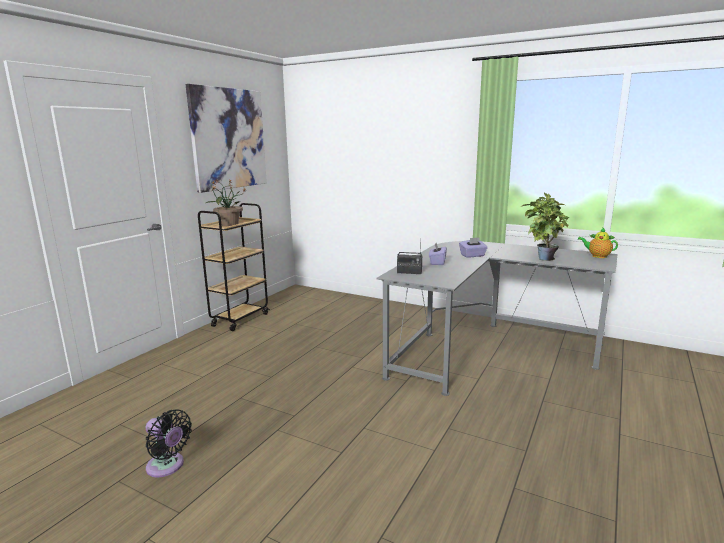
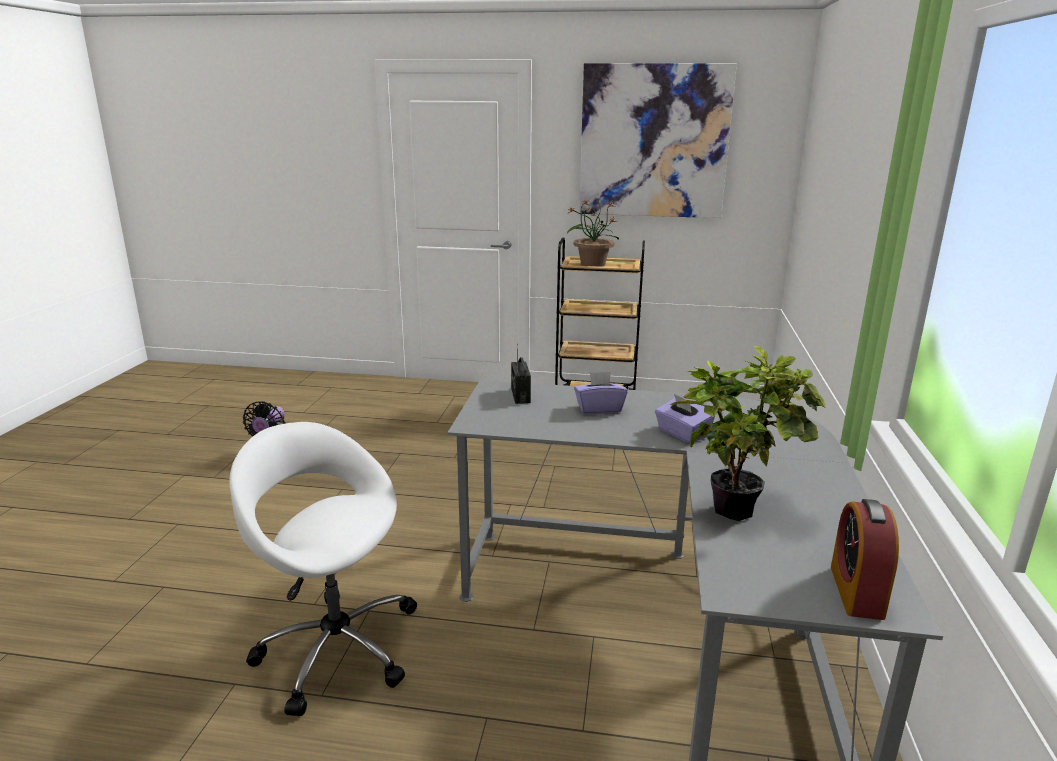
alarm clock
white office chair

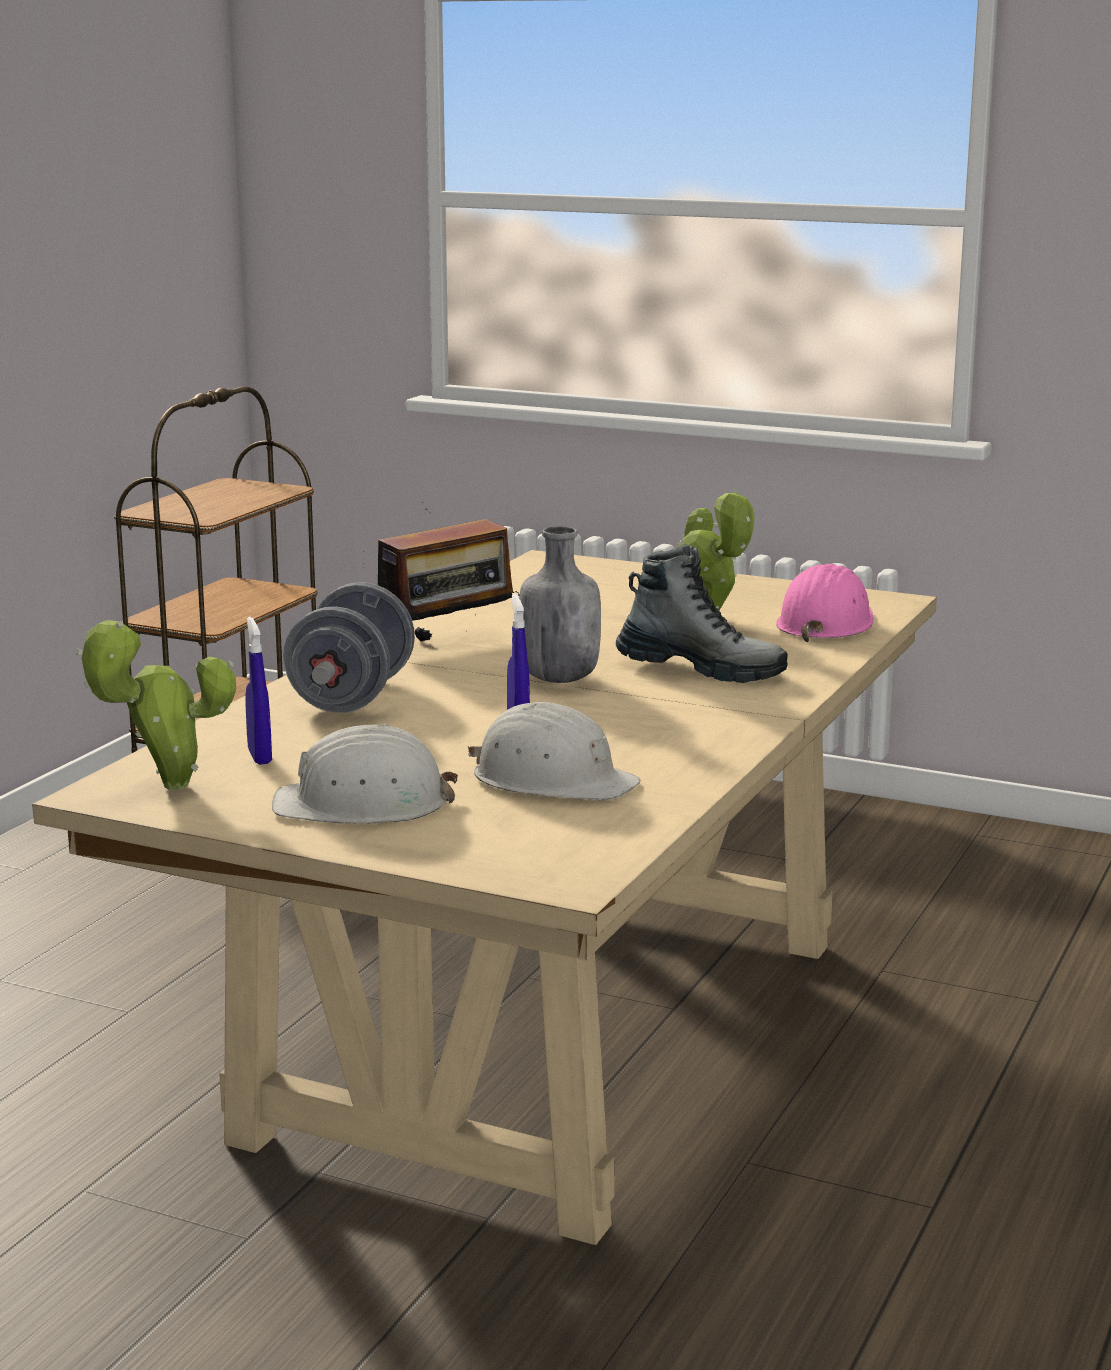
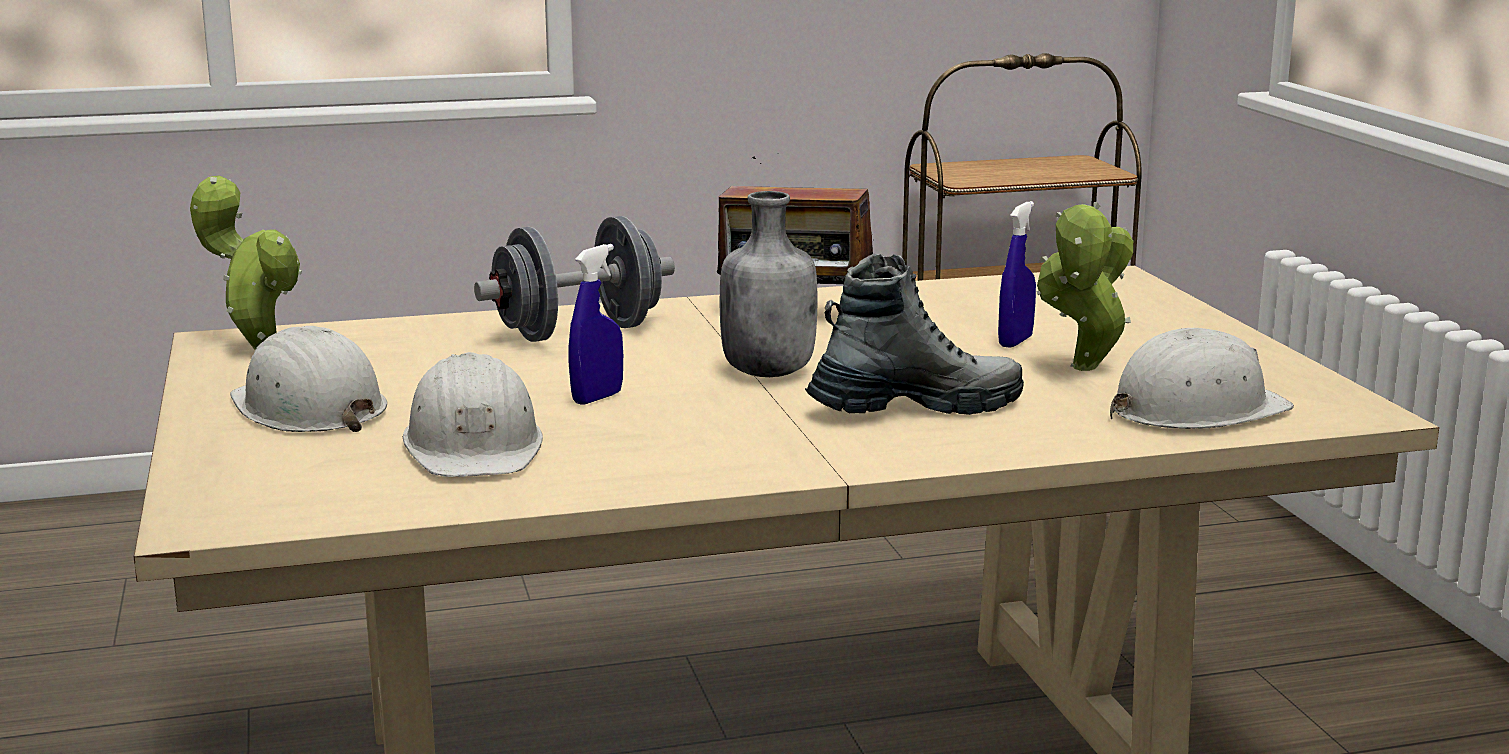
blue spray bottle (no. 2 from left)
boot
white hard hat (no. 3 from left)

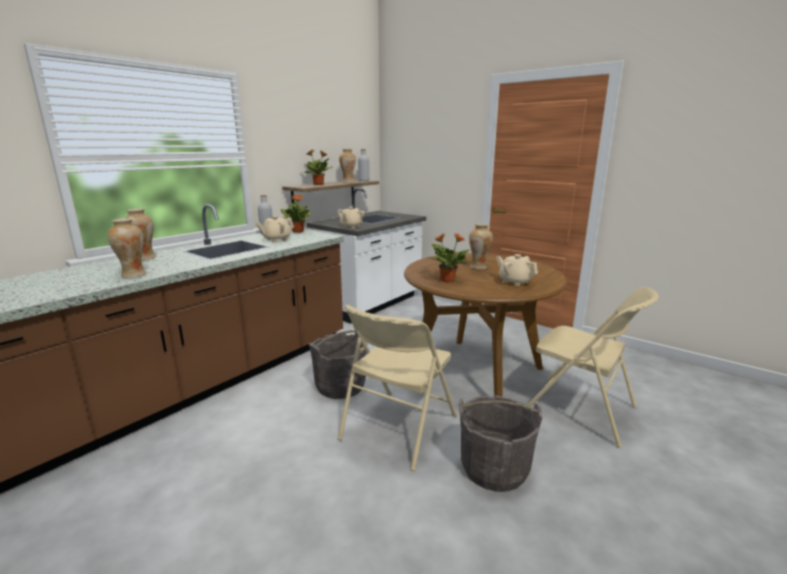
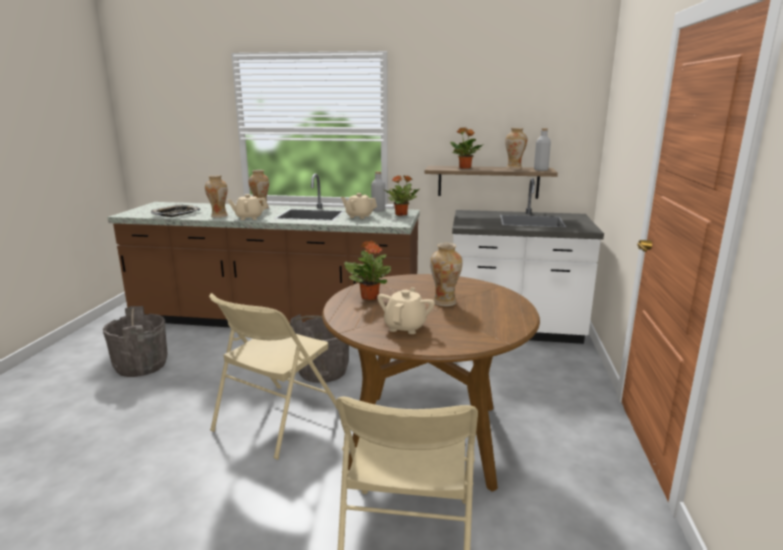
beige teapot (no. 1 from left)
beige chair (no. 1 from left)
grey bucket (no. 1 from left)
tray

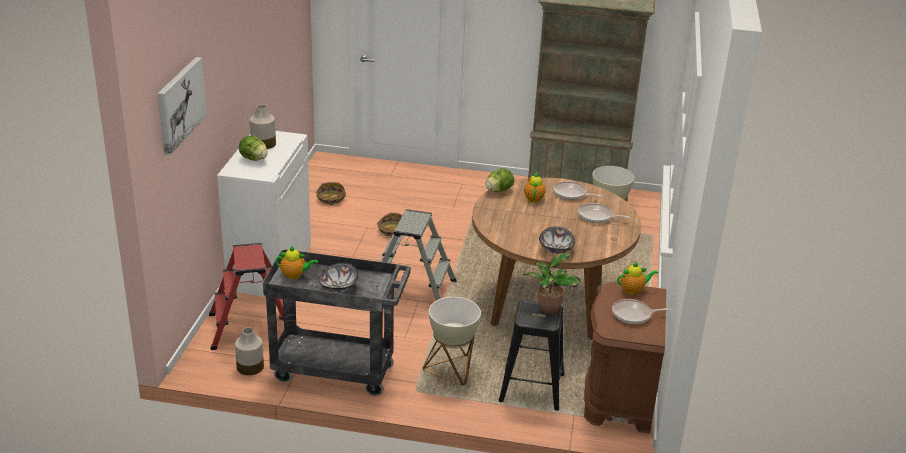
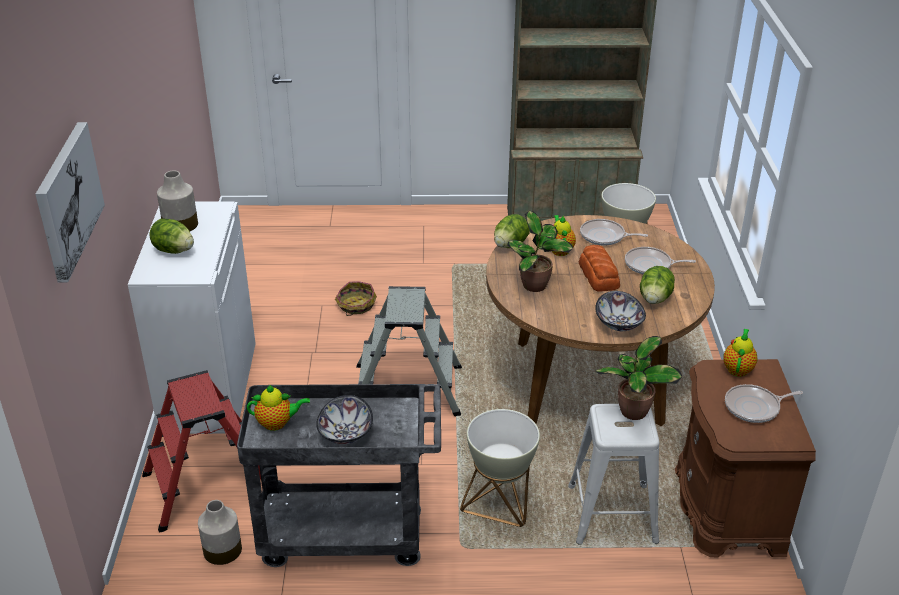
basket (no. 1 from left in the first image)
white stool
teapot (no. 3 from left)
potted plant (no. 1 from left)
bread
lettuce (no. 3 from left)

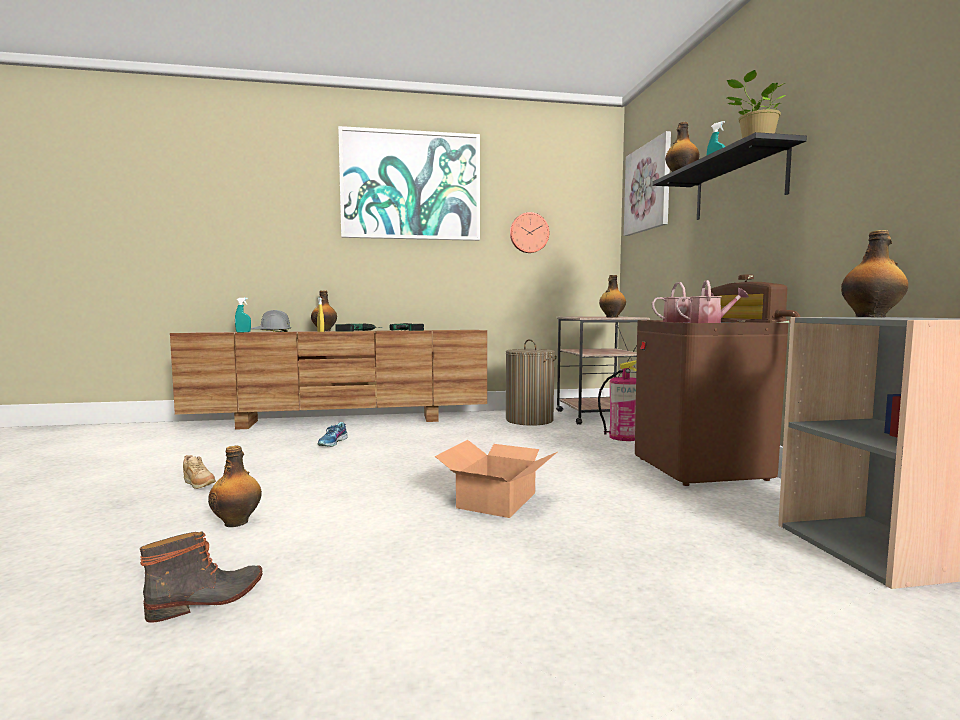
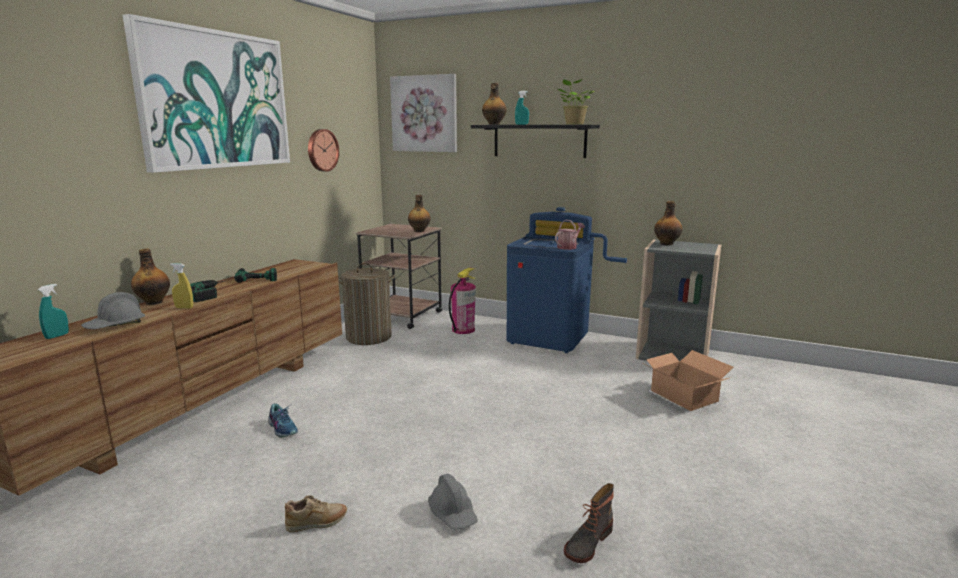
boot
grey hard hat (no. 2 from left)
cardboard box
blue washing machine
watering can (no. 1 from left in the first image)

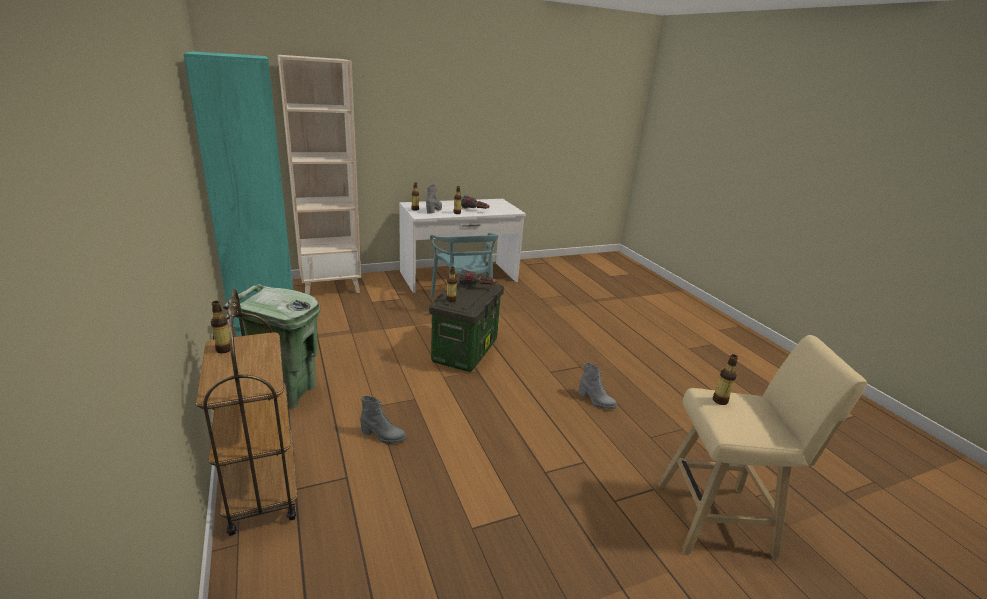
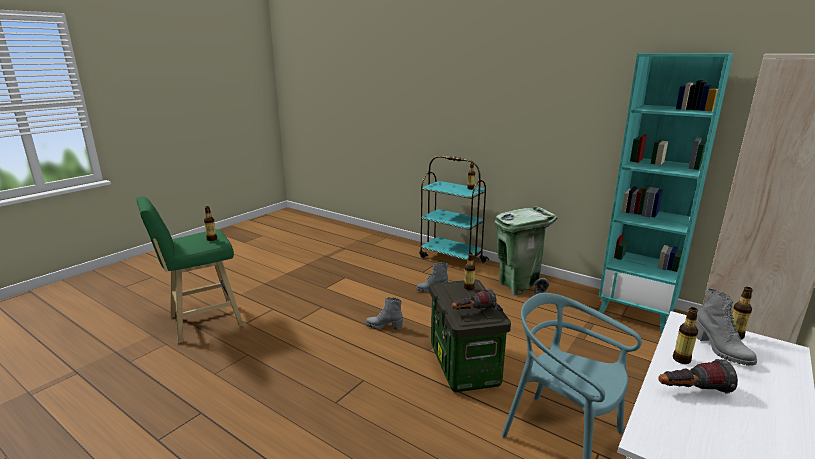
turquoise cart
grey boot (no. 1 from left)
green stool

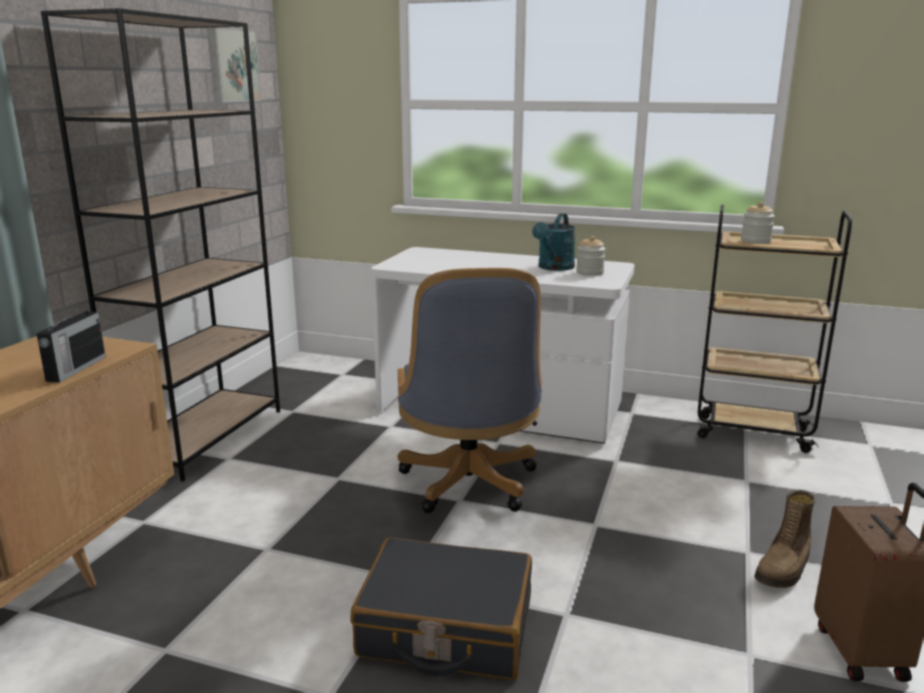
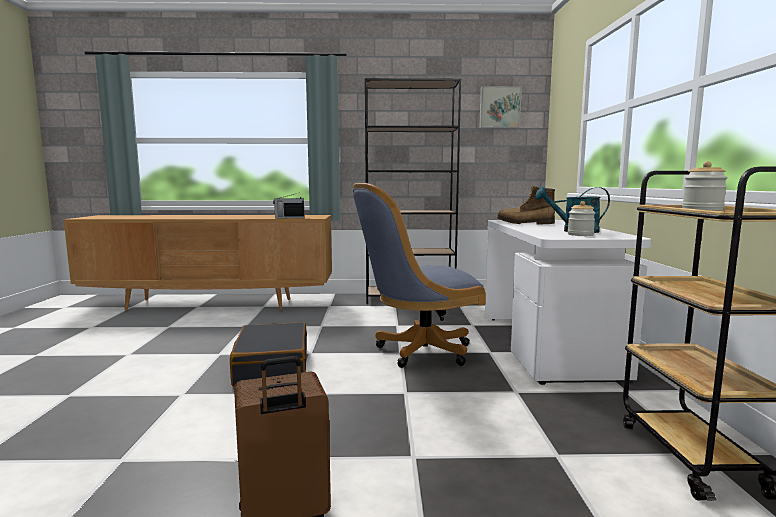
boot

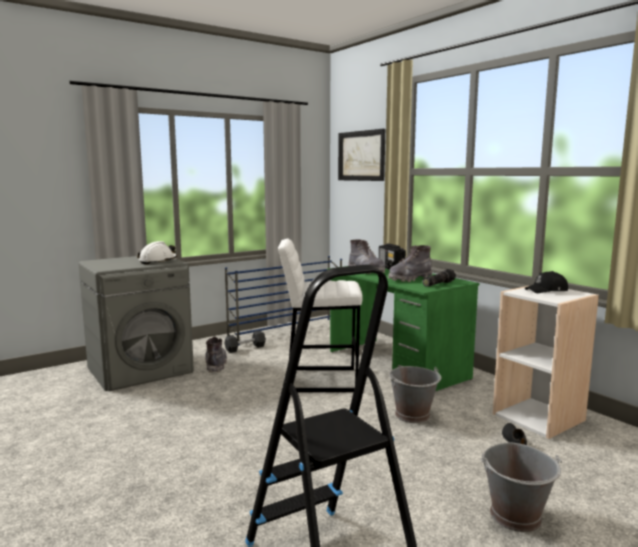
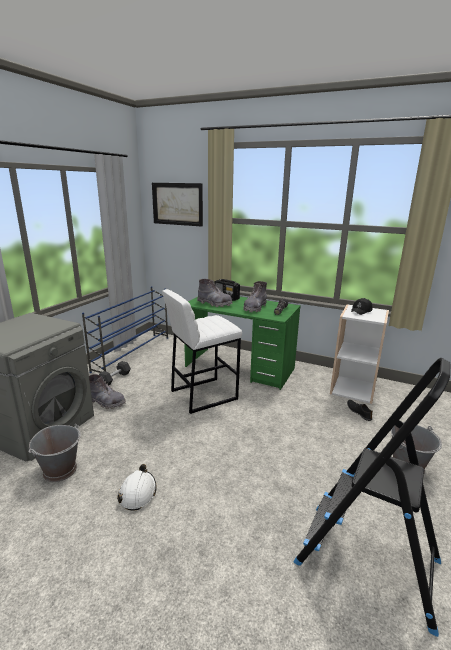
white hard hat
grey boot (no. 1 from left)
grey bucket (no. 1 from left)

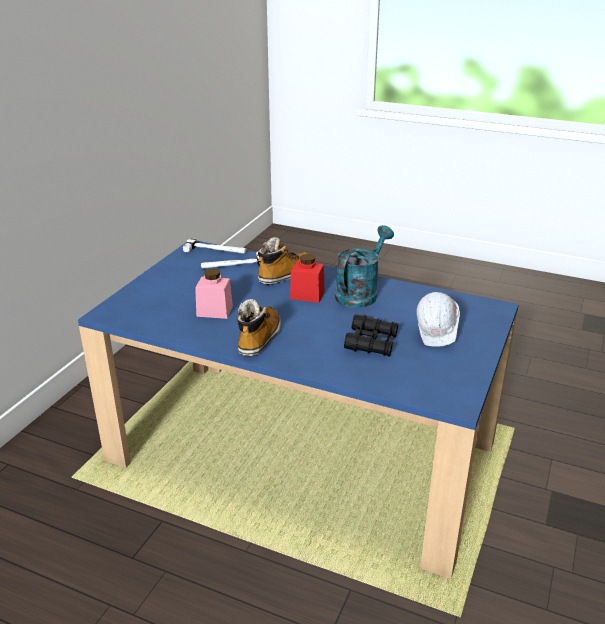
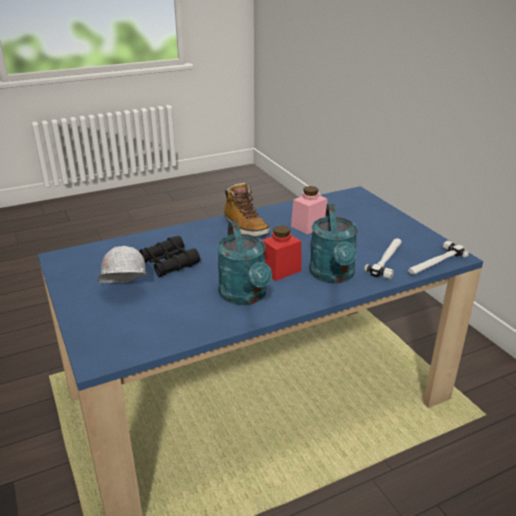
turquoise watering can (no. 2 from left)

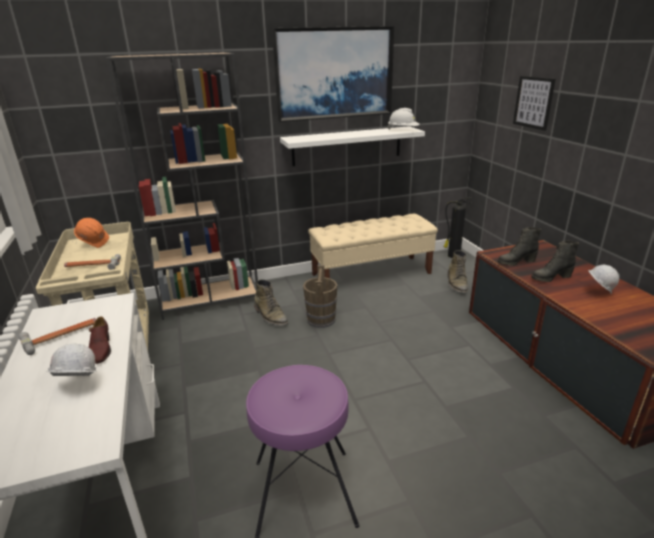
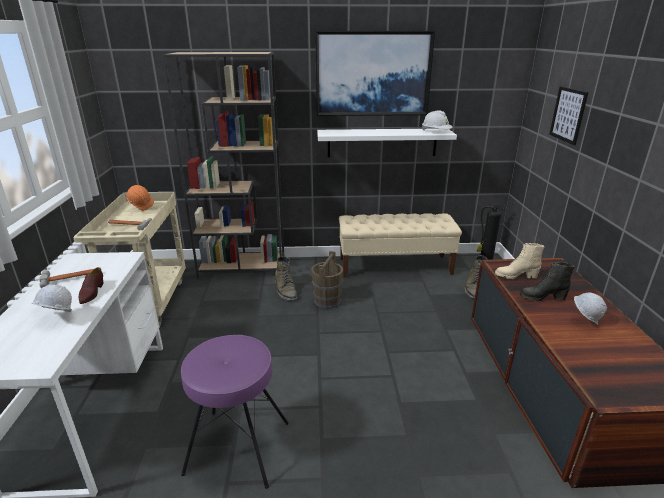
beige boot

